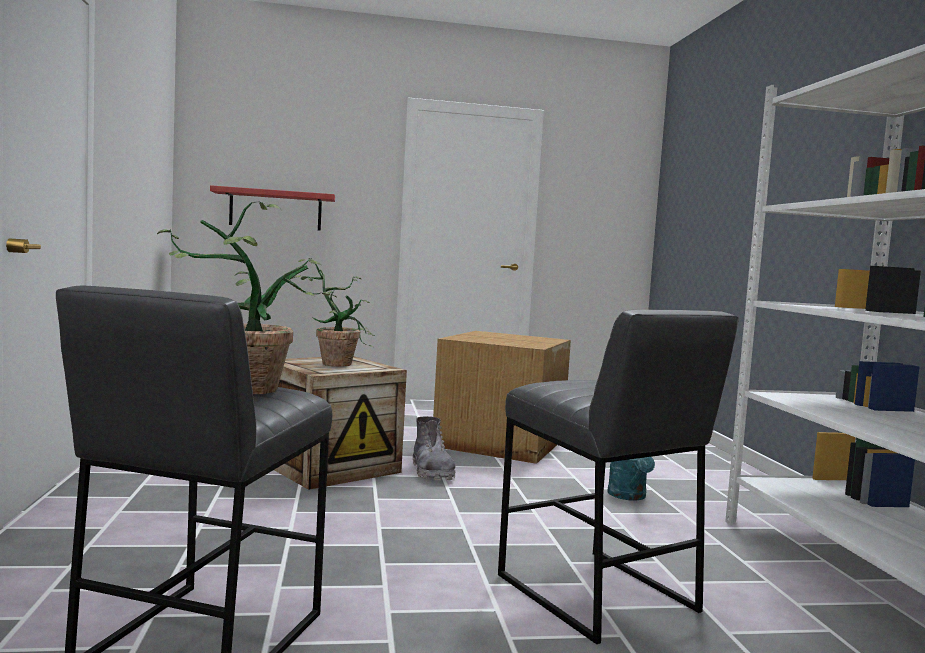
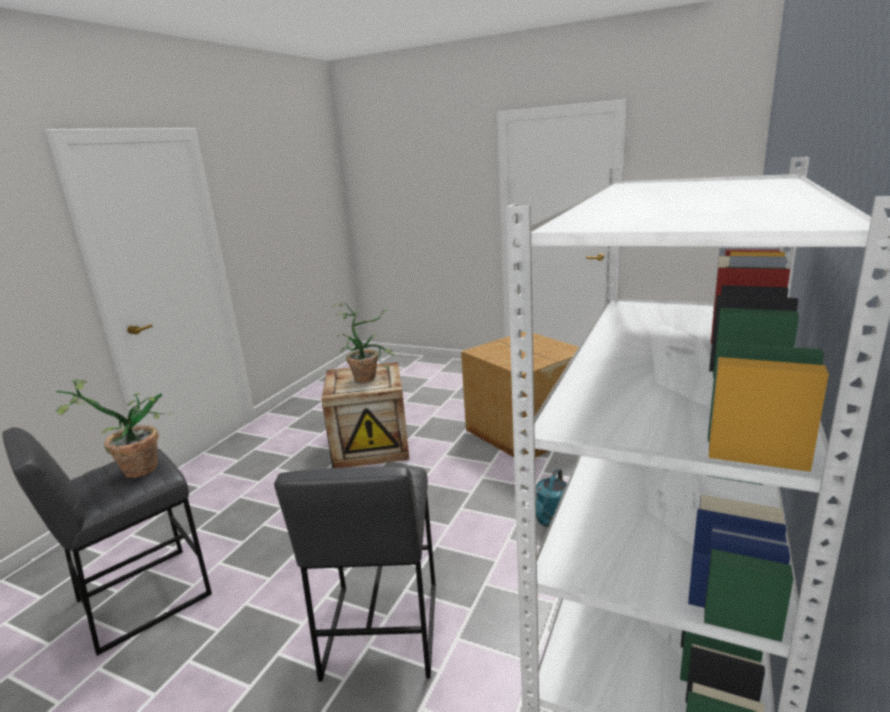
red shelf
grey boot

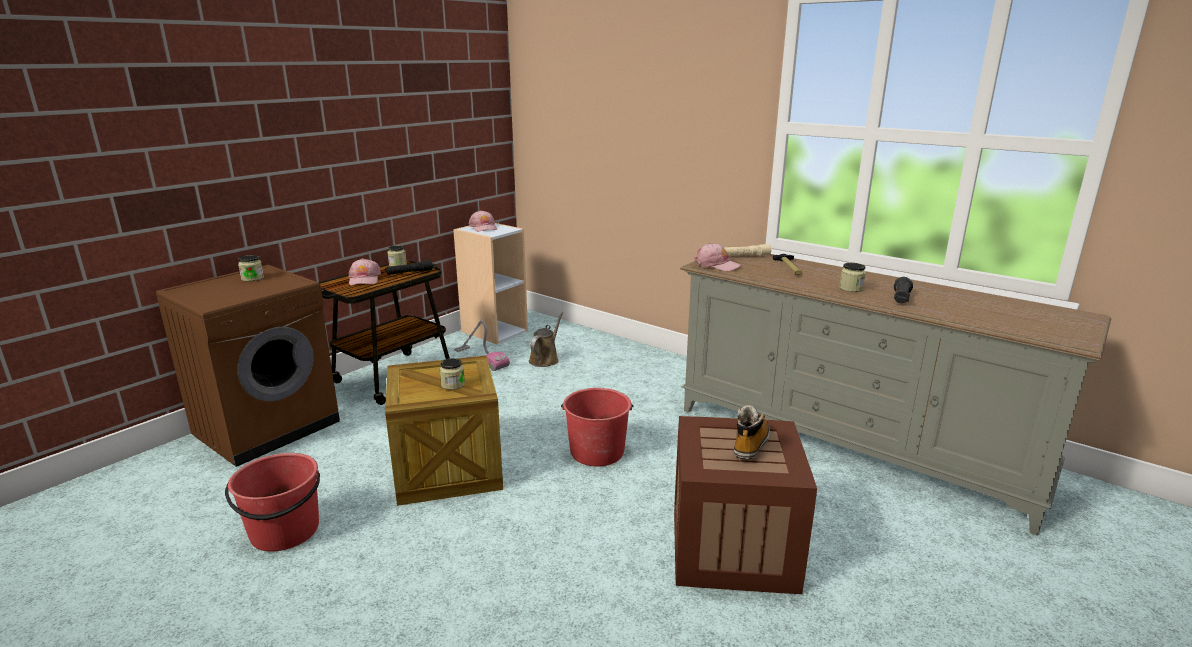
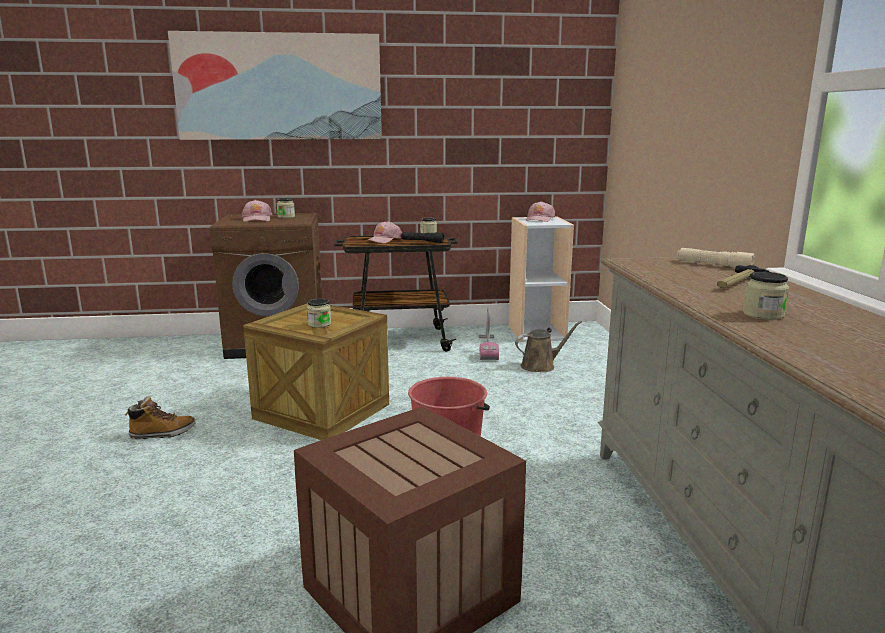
red bucket (no. 1 from left in the first image)
pink cap (no. 1 from left)
boot
black flashlight (no. 2 from left in the first image)
picture

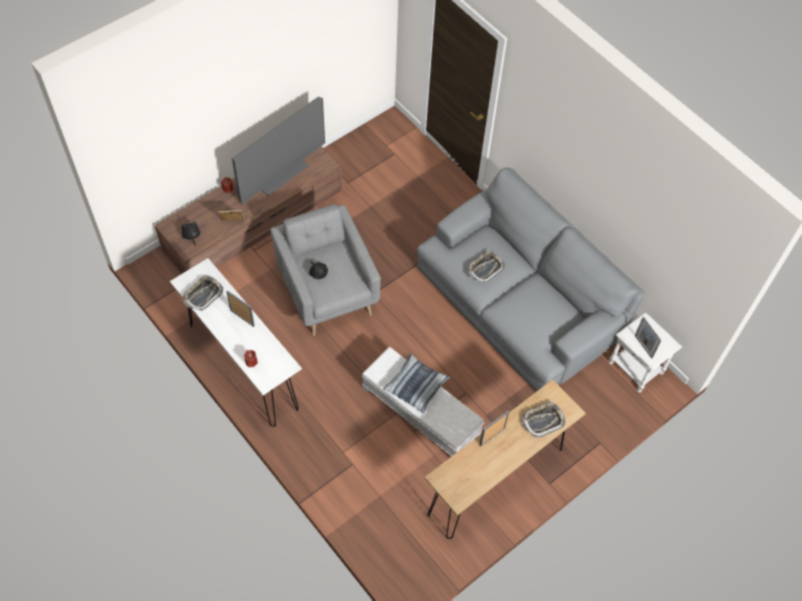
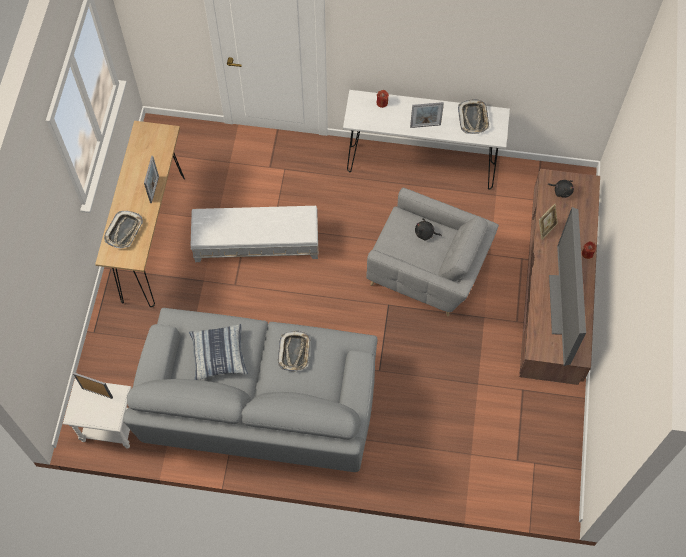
pillow

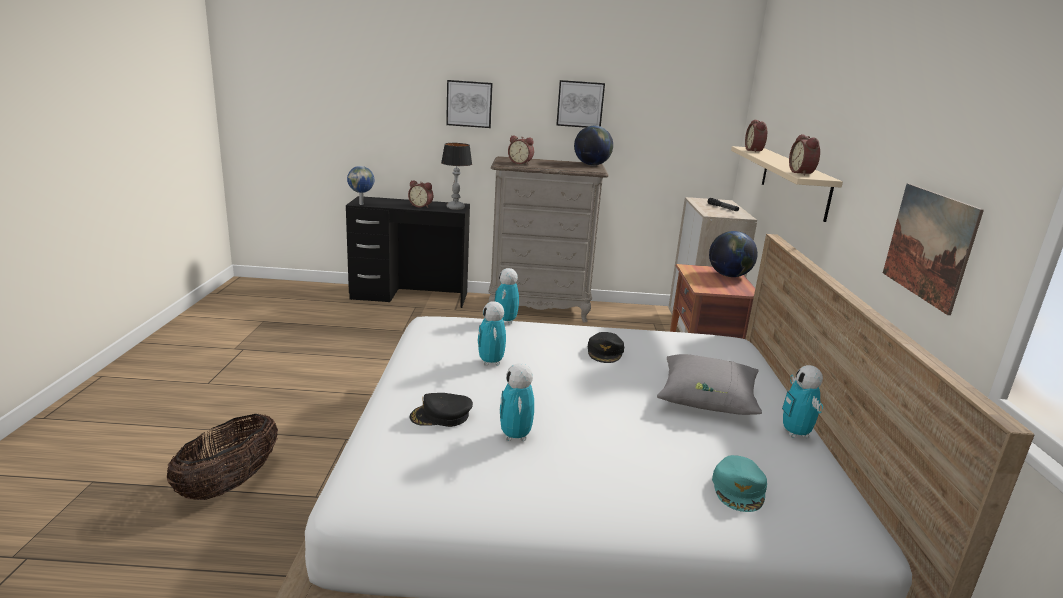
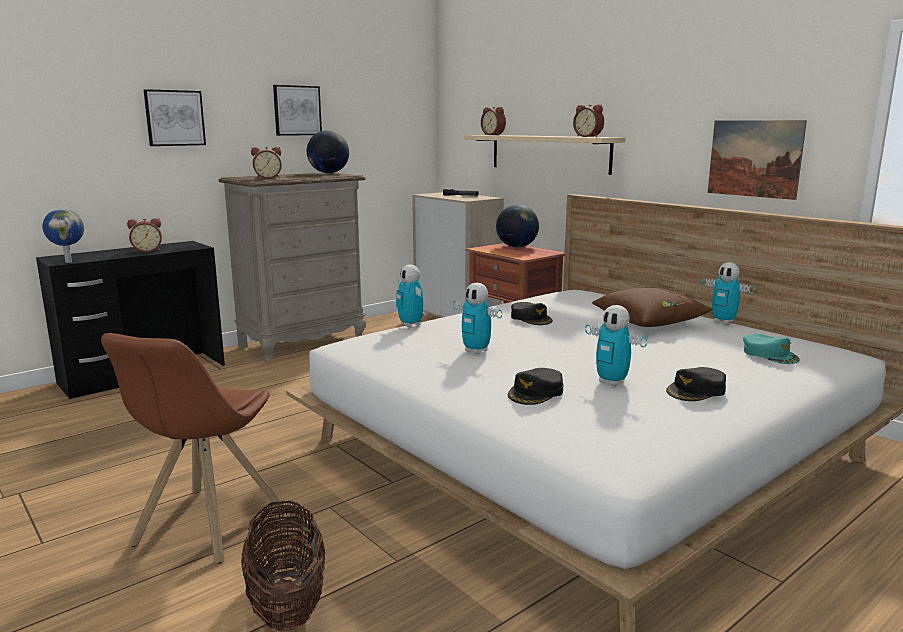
table lamp
brown pillow
brown chair
black cap (no. 3 from left)

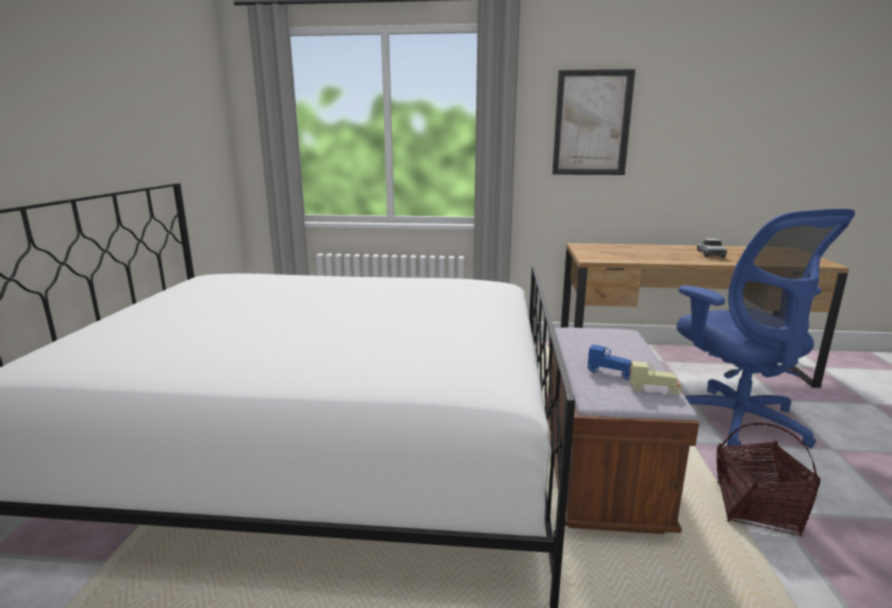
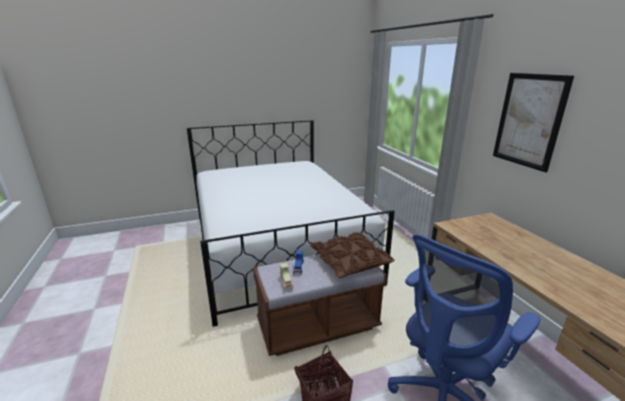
toy truck
brown pillow

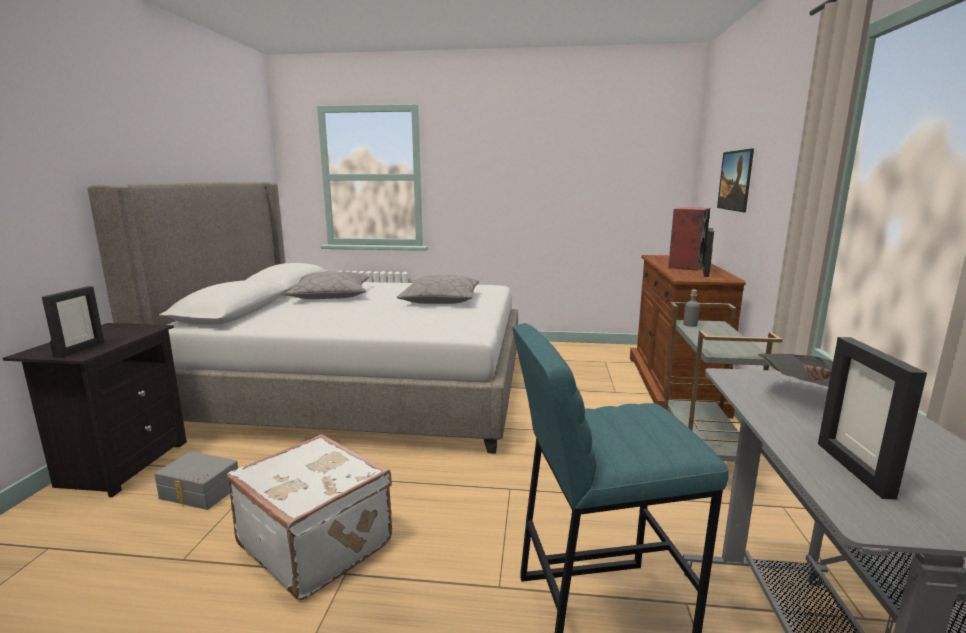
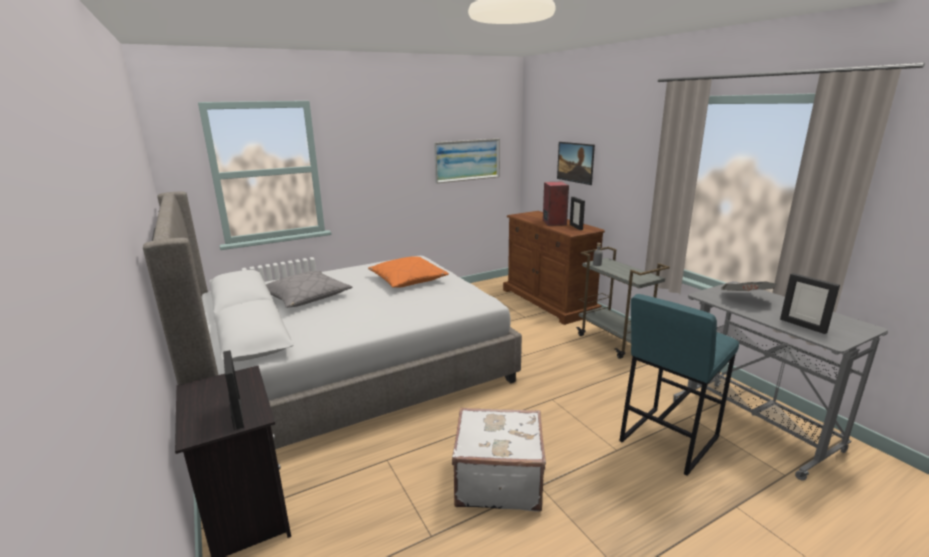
grey storage box
orange pillow
picture (no. 1 from left)

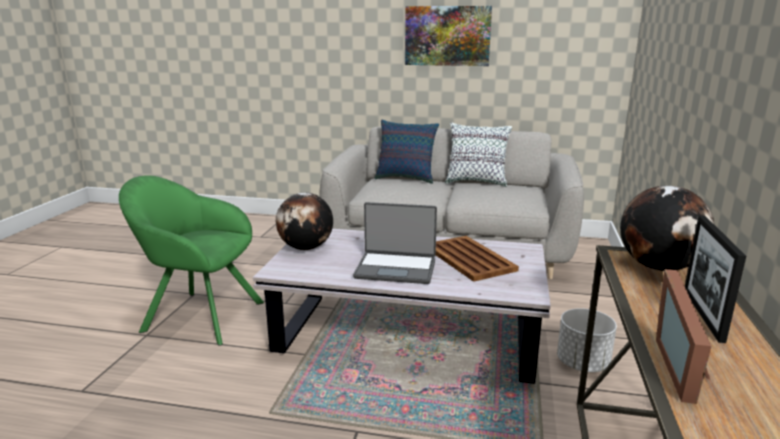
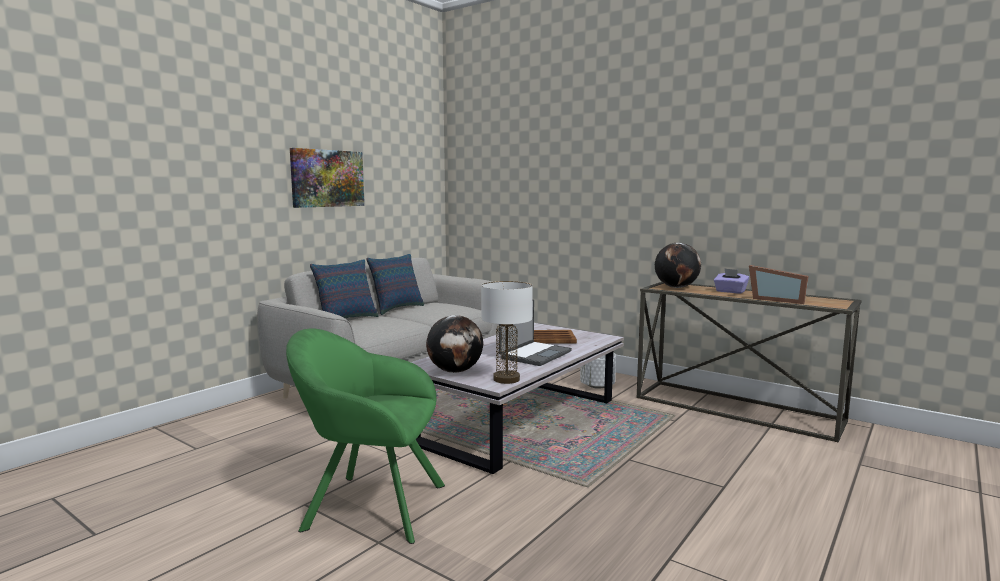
green armchair
blue pillow (no. 2 from left)
purple tissue box
table lamp

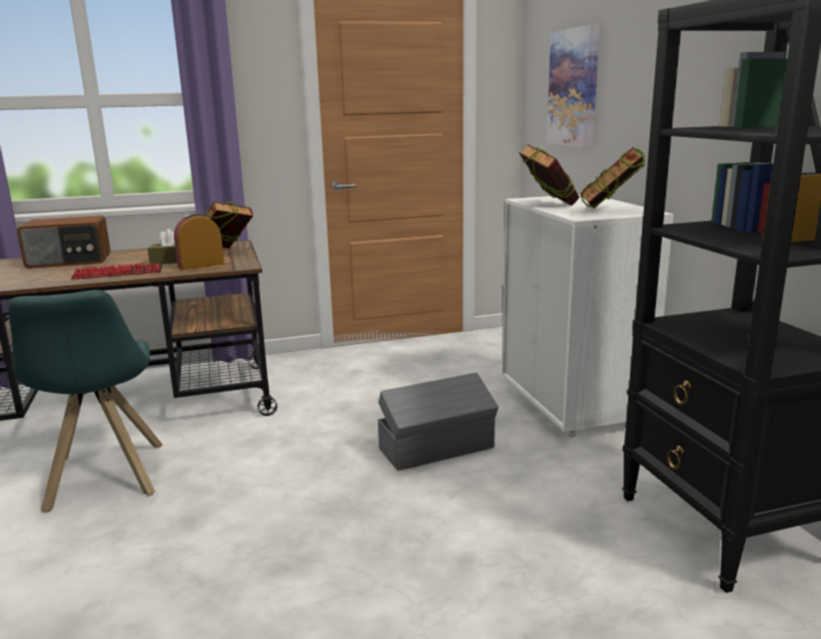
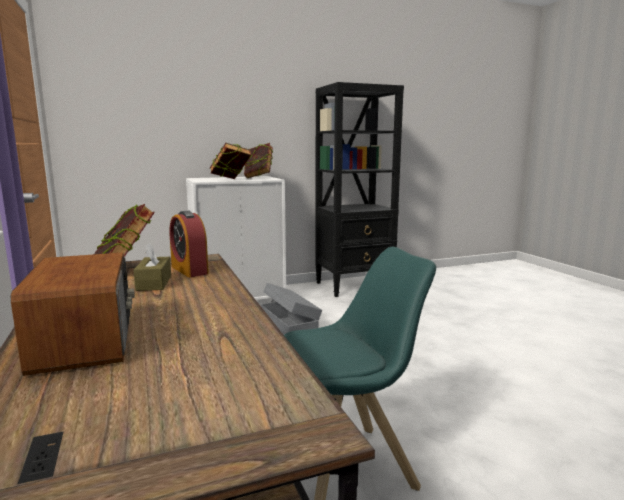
keyboard
picture

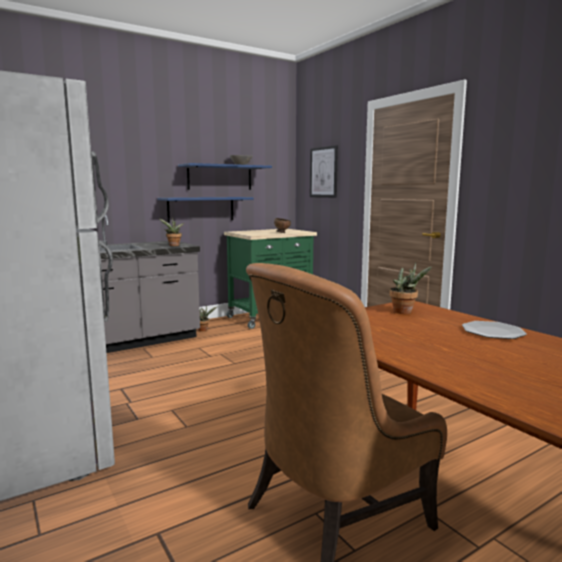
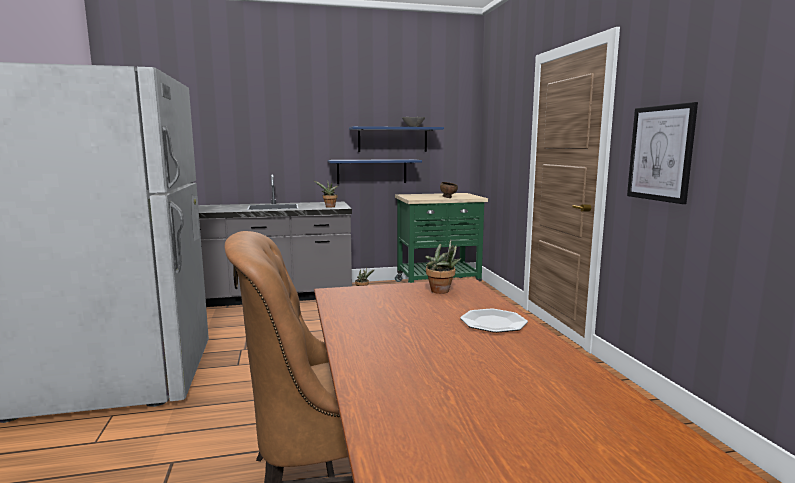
picture

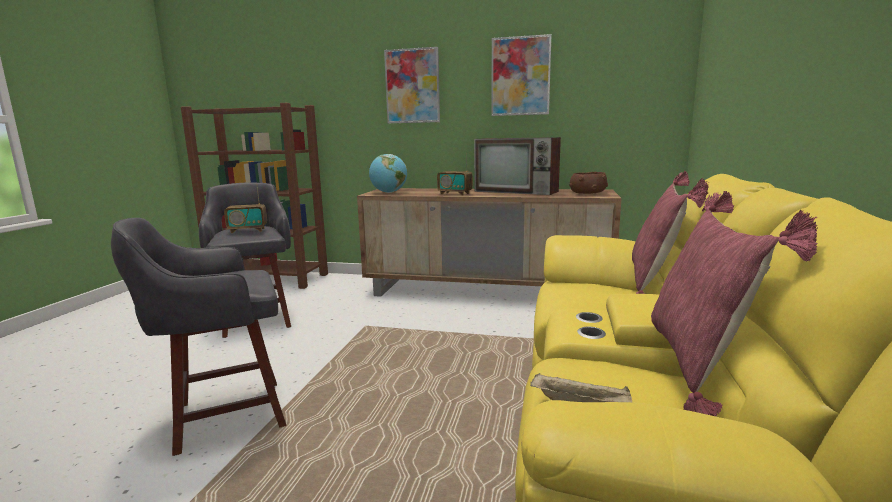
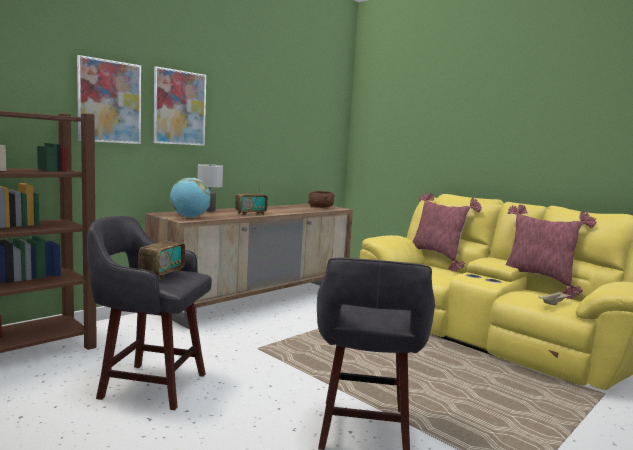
television
picture (no. 1 from left)
white table lamp

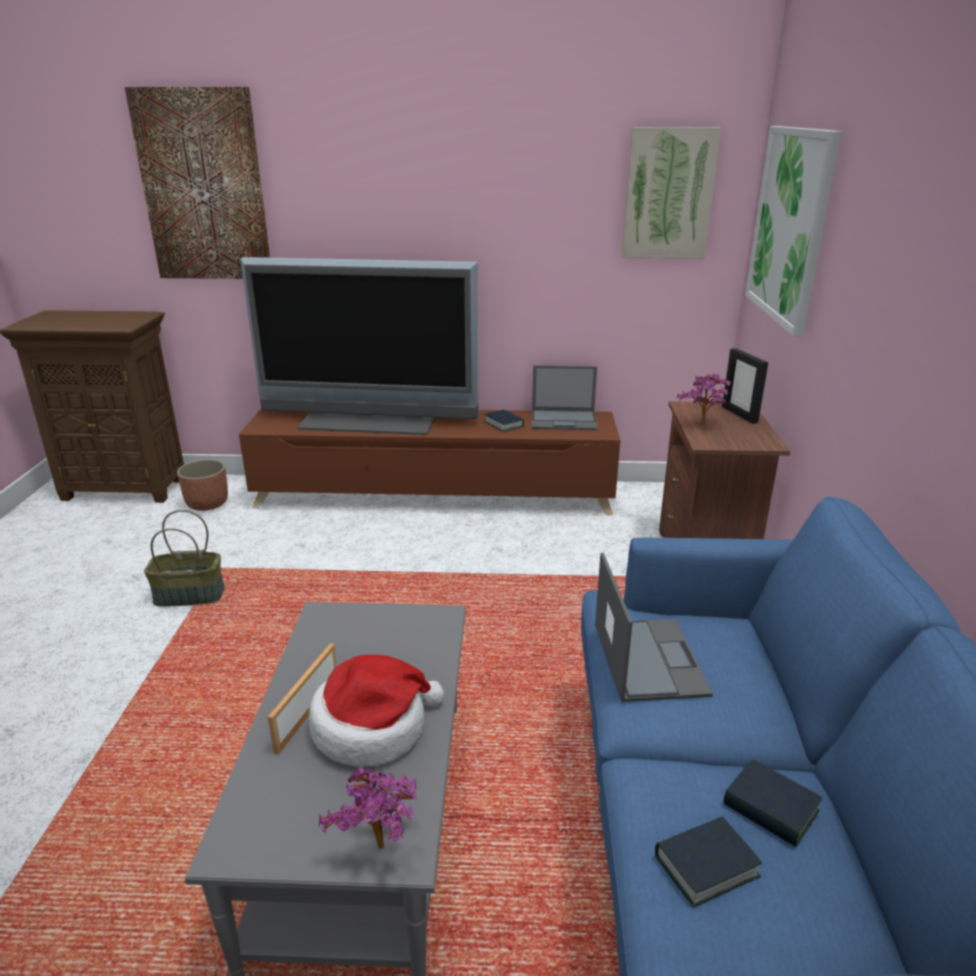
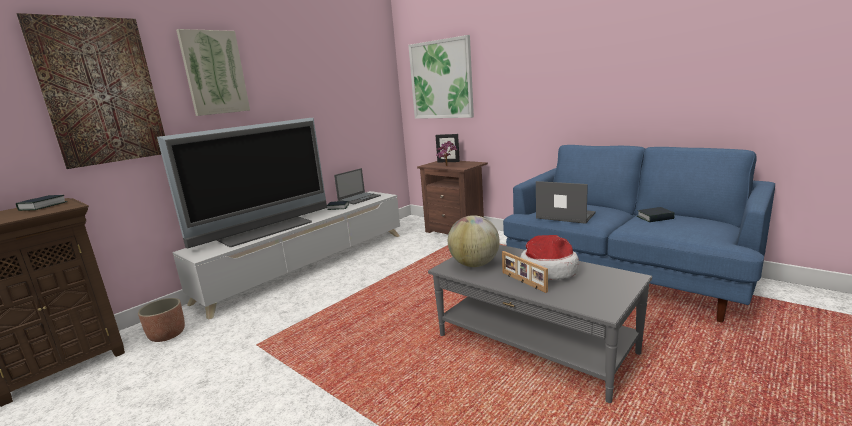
basket
white tv stand
potted plant (no. 1 from left in the first image)
picture (no. 2 from left)
book (no. 1 from left)
globe

